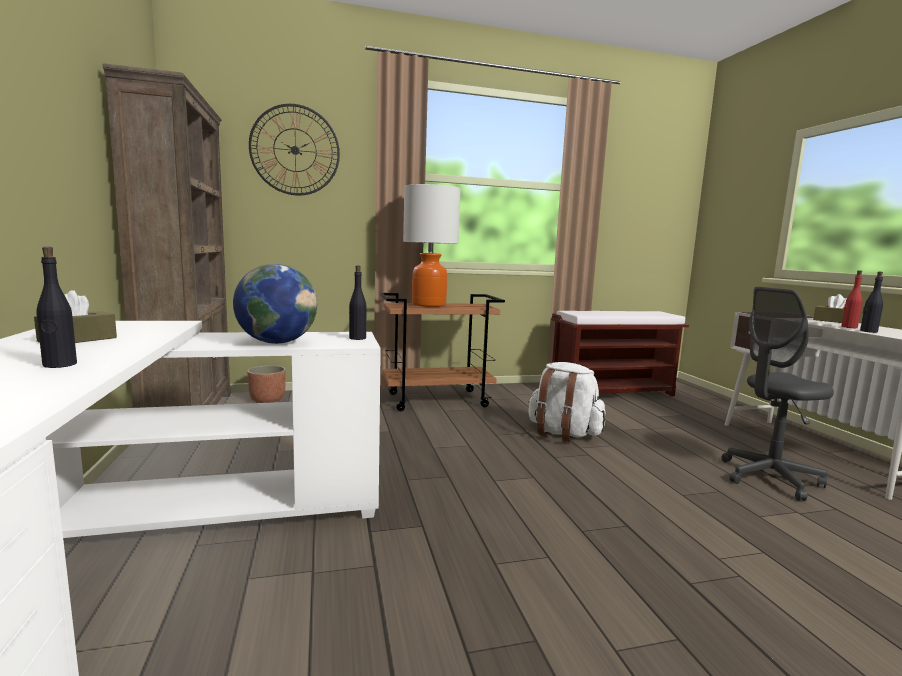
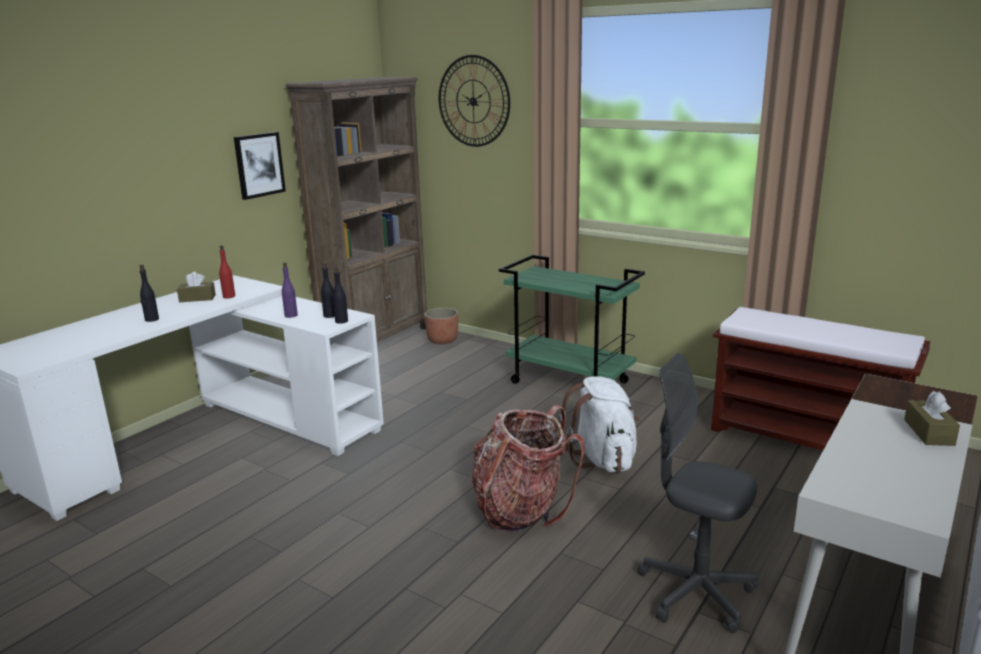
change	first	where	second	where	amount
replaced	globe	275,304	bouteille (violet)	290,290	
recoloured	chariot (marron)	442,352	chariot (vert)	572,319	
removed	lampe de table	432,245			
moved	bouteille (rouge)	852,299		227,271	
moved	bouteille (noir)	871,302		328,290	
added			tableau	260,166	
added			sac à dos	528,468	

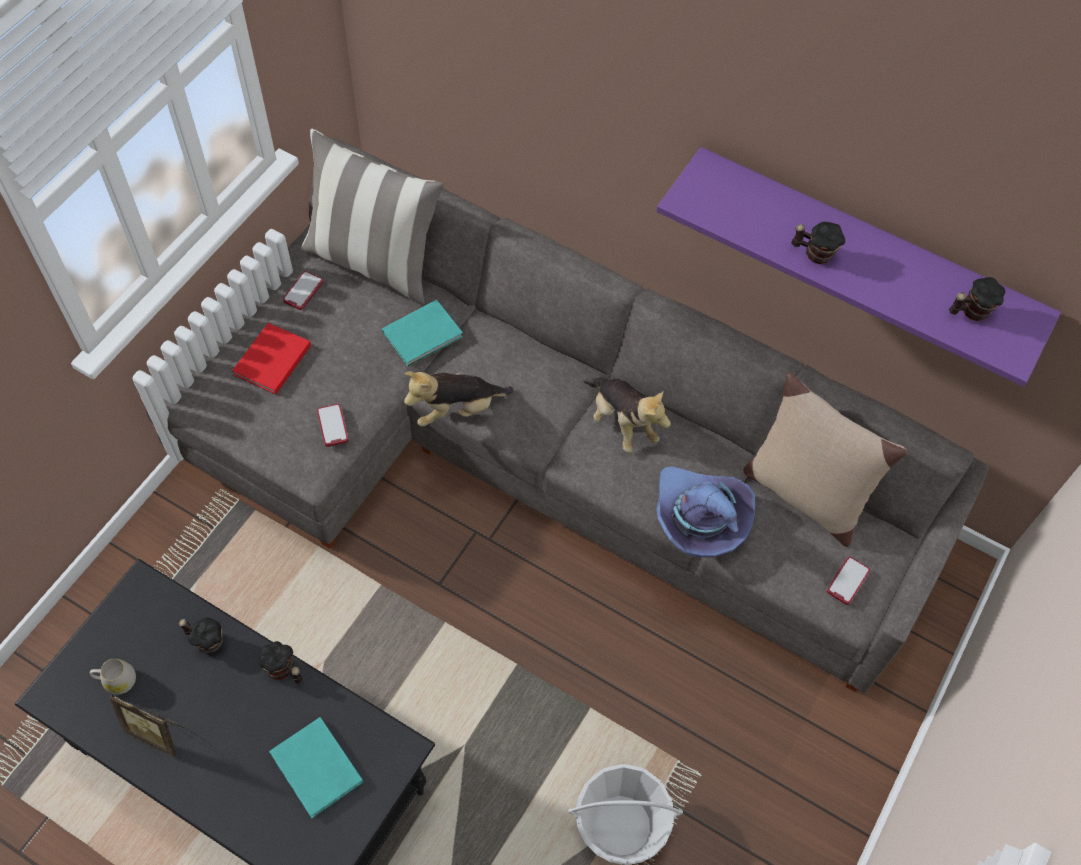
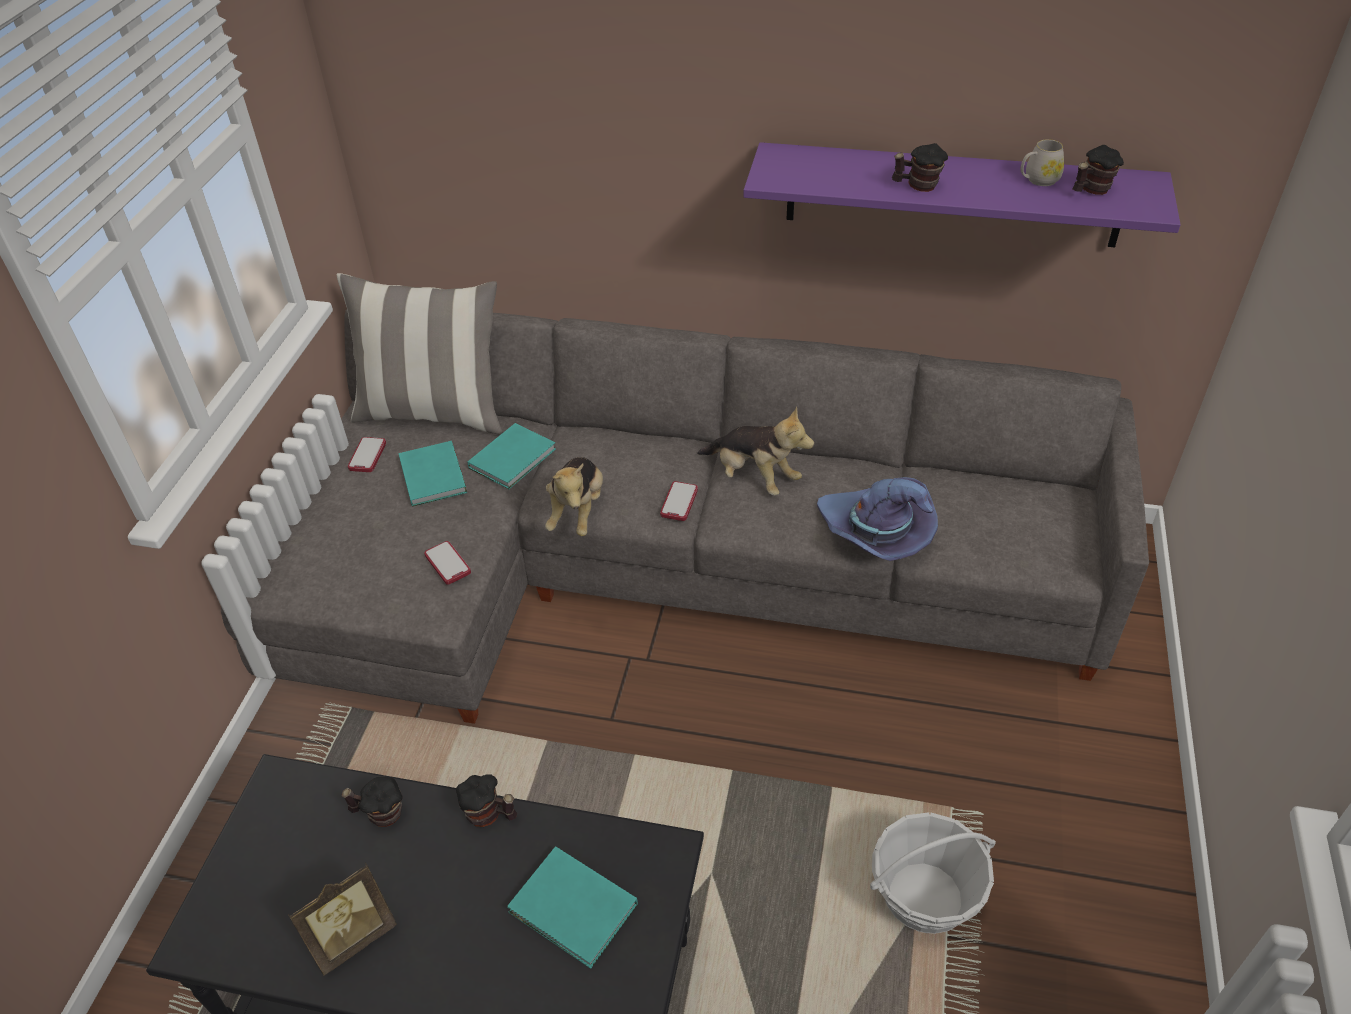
change	first	where	second	where	amount
moved	mug (blanc)	113,677		1042,162	
turned	cadre photo	147,725		342,919	45 degrees counterclockwise
removed	livre (rouge)	271,358			
turned	peluche	459,399		574,496	45 degrees counterclockwise
removed	coussin (beige)	825,459			
moved	téléphone	848,581		679,501	
added			livre (turquoise)	433,474	

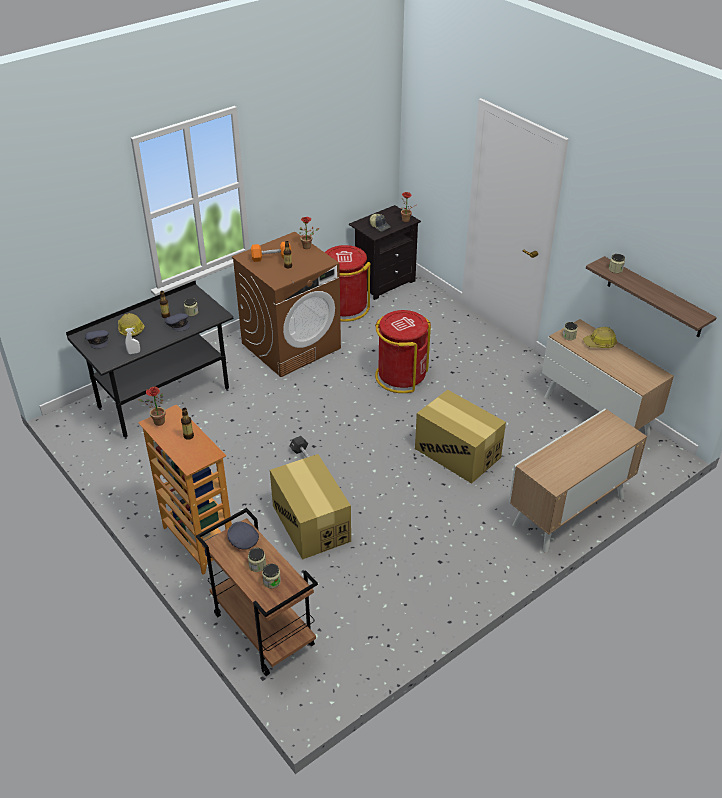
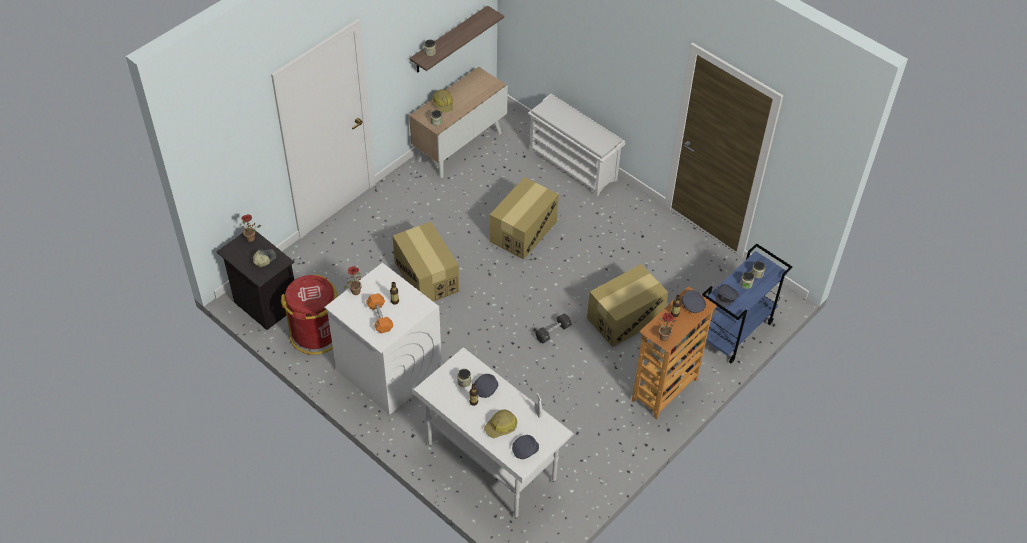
change	first	where	second	where	amount
recoloured	bureau (noir)	149,360	bureau (blanc)	493,432	
recoloured	chariot (marron)	257,592	chariot (bleu)	747,303	
recoloured	lave-linge (marron)	286,304	lave-linge (blanc)	383,339	
replaced	poubelle (rouge)	403,351	carton	426,262	
replaced	meuble de rangement	578,481	étagère à chaussures (blanc)	576,145	
added			casquette (gris)	693,301	

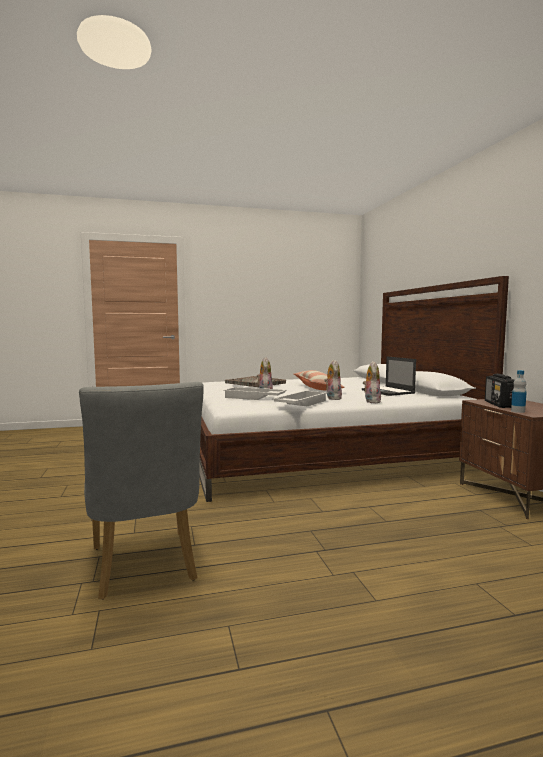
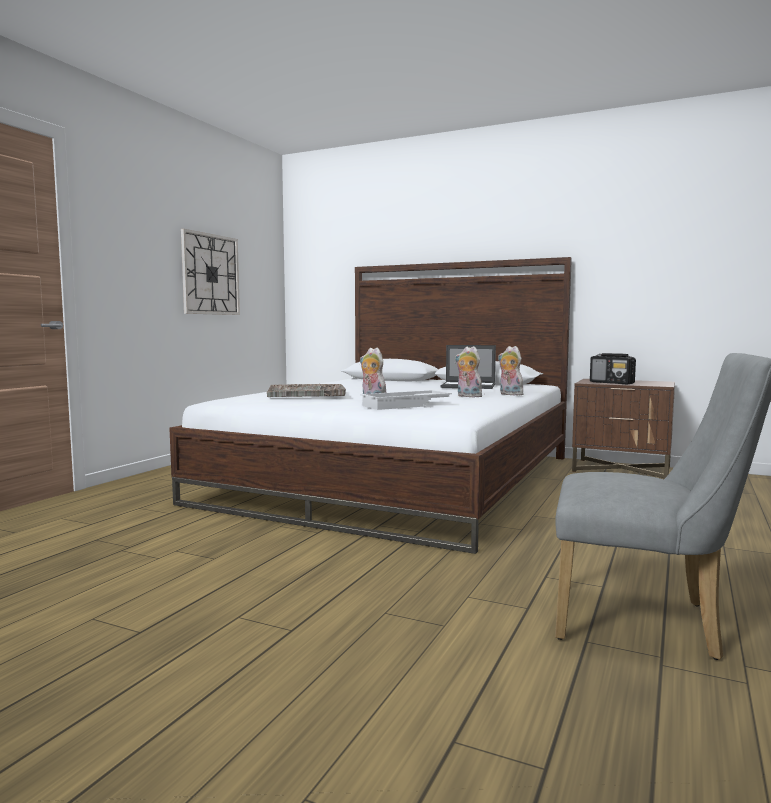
change	first	where	second	where	amount
removed	plateau (blanc)	299,398			
removed	coussin	319,380			
removed	bouteille	519,391			
added			horloge murale	210,272	

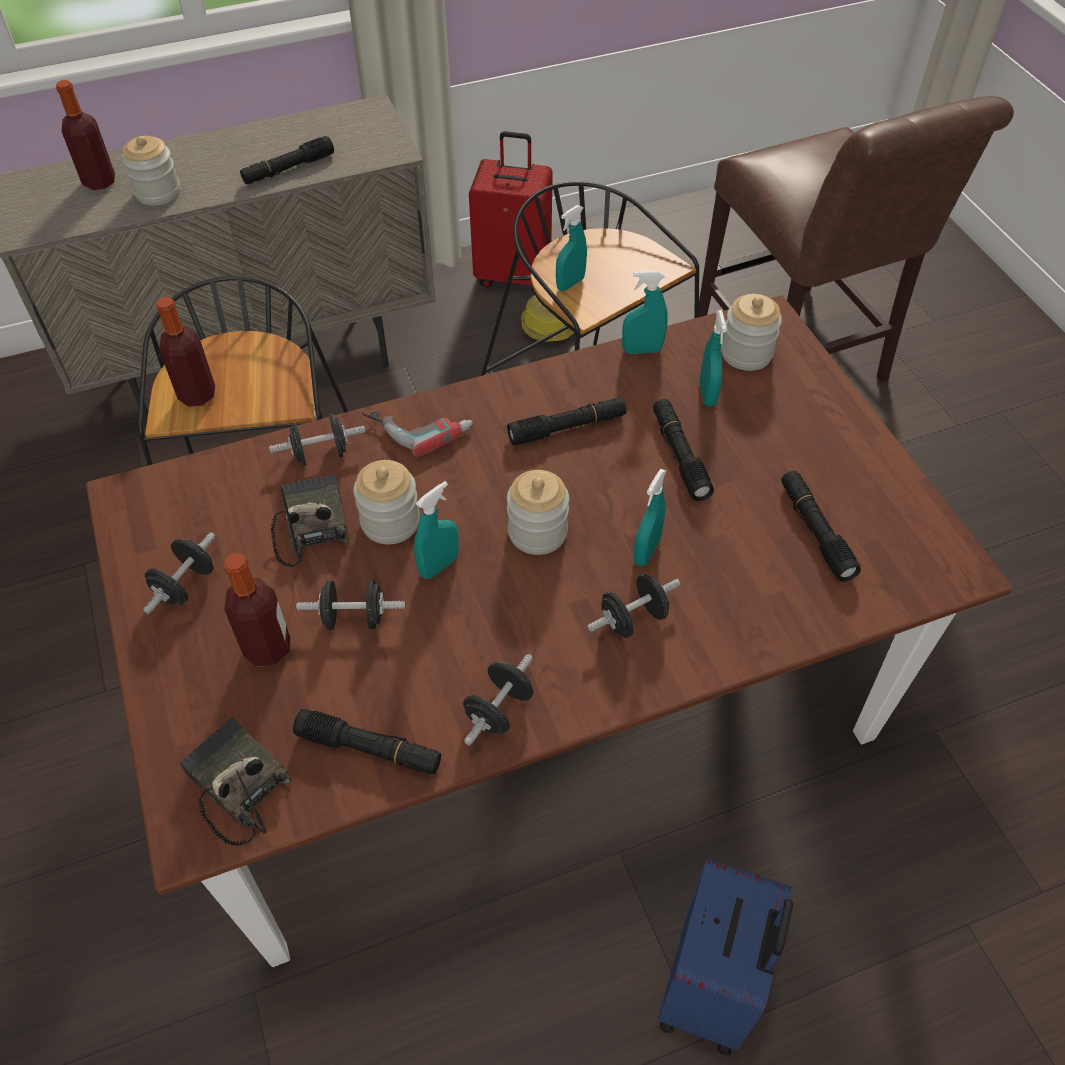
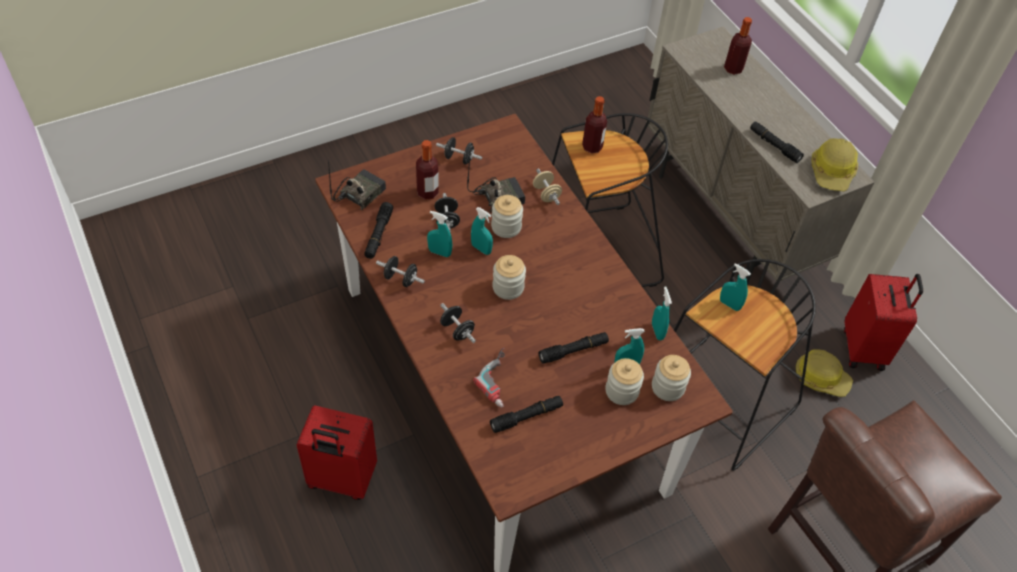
change	first	where	second	where	amount
moved	bocal	151,170		624,381	
recoloured	haltère (noir)	317,440	haltère (beige)	547,186	
moved	perceuse	417,434		489,378	
removed	lampe de poche (noir)	566,421			
moved	vaporisateur (turquoise)	649,517		439,234	
recoloured	valise (bleu)	725,956	valise (rouge)	336,452	
added			casque de chantier	835,164	

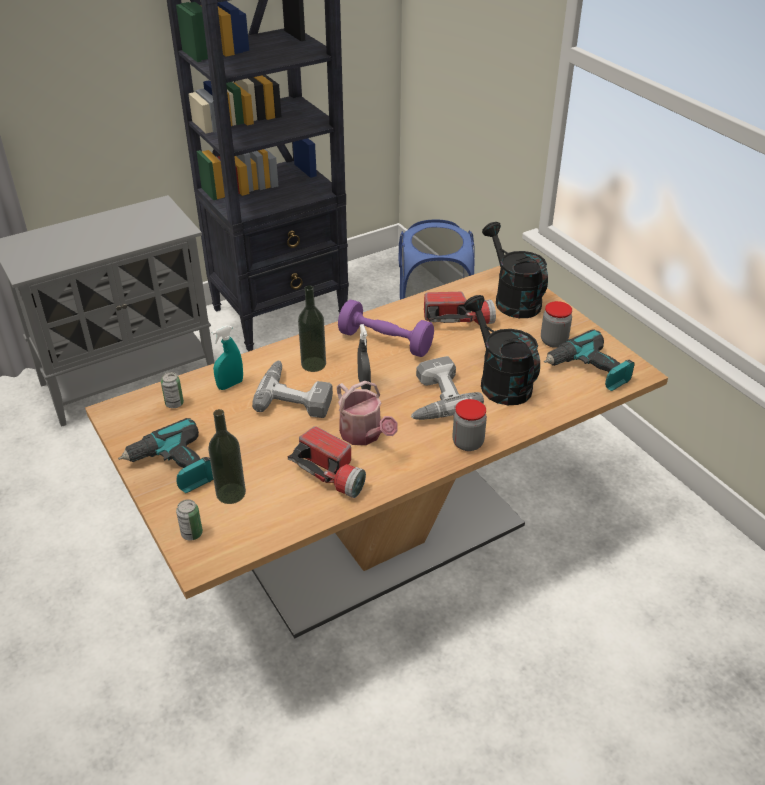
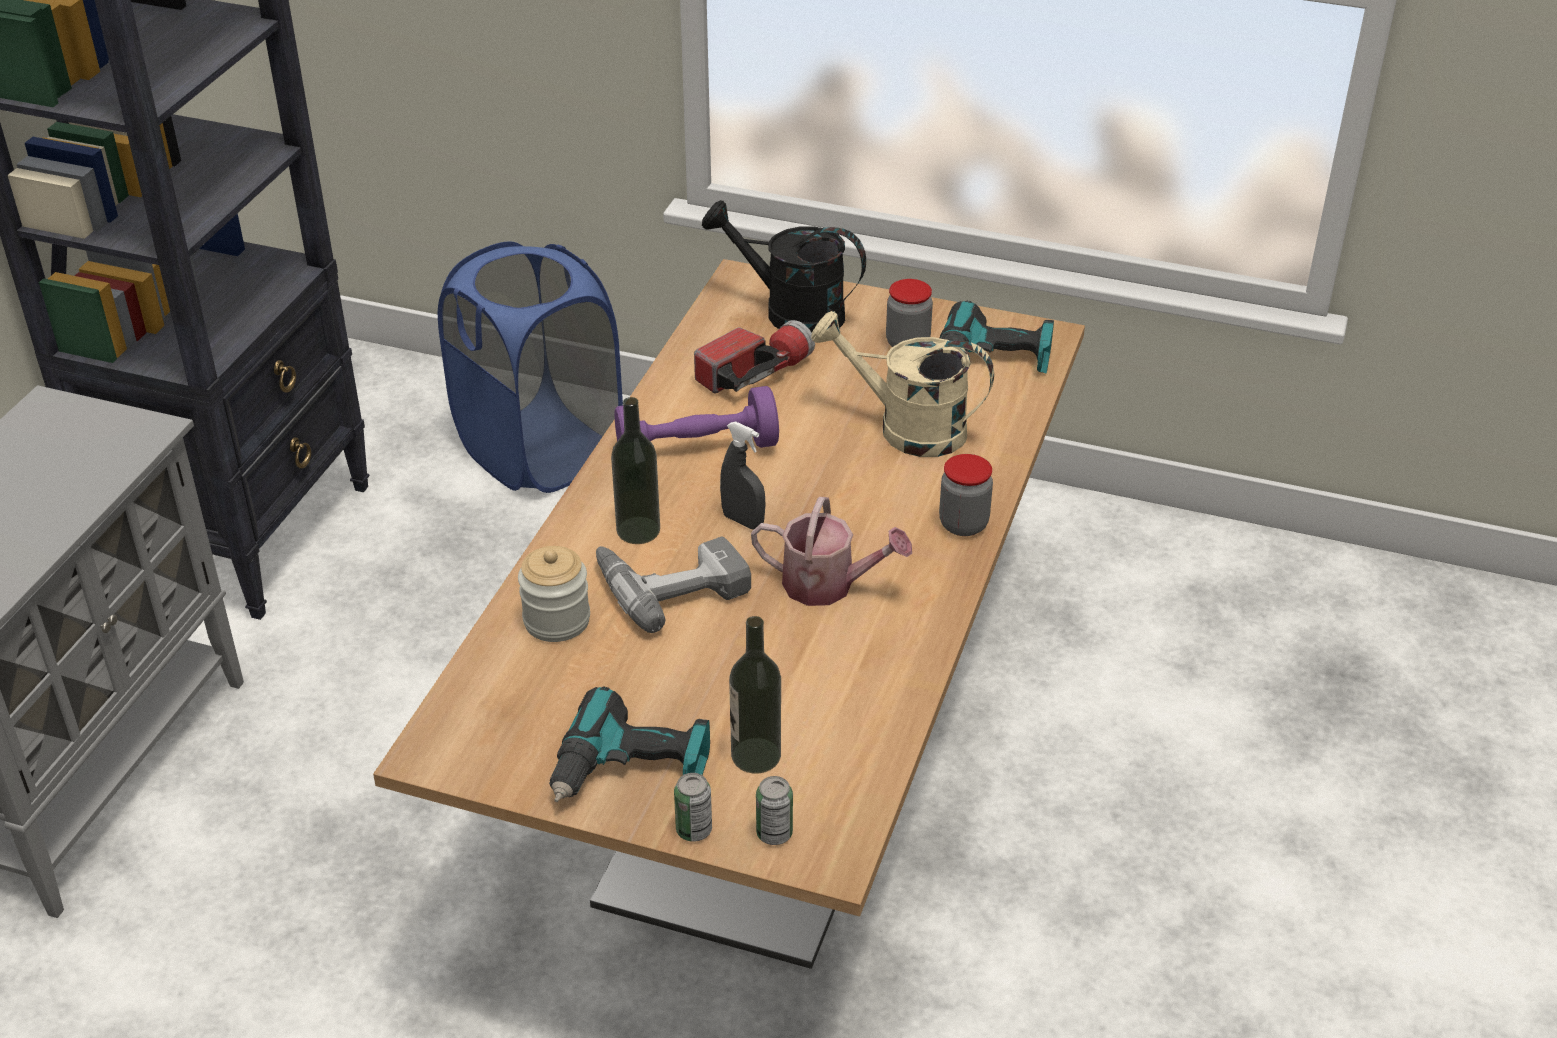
change	first	where	second	where	amount
moved	boîte métallique	172,390		693,807	
replaced	vaporisateur (turquoise)	227,357	bocal	554,594	
removed	lampe de poche	327,462			
removed	perceuse	447,388			
recoloured	arrosoir (noir)	502,350	arrosoir (beige)	902,384	

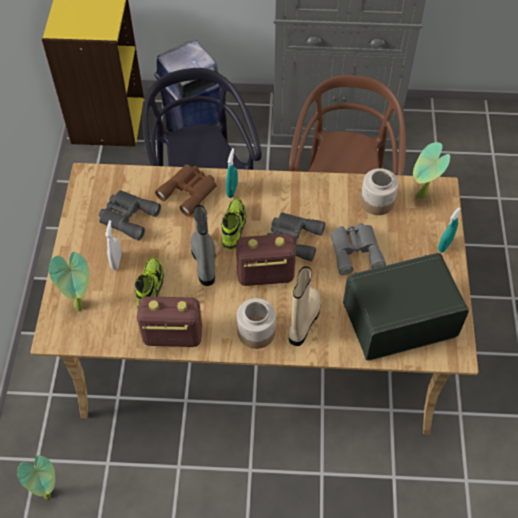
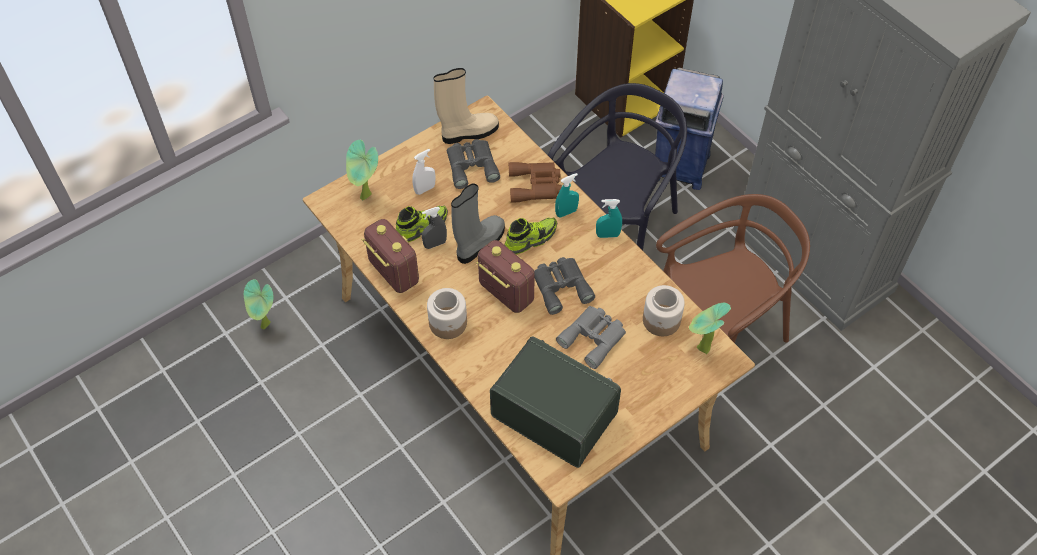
change	first	where	second	where	amount
moved	botte (beige)	304,306		466,106	
moved	vaporisateur (turquoise)	449,230		609,218	
added			vaporisateur (gris)	434,228	

